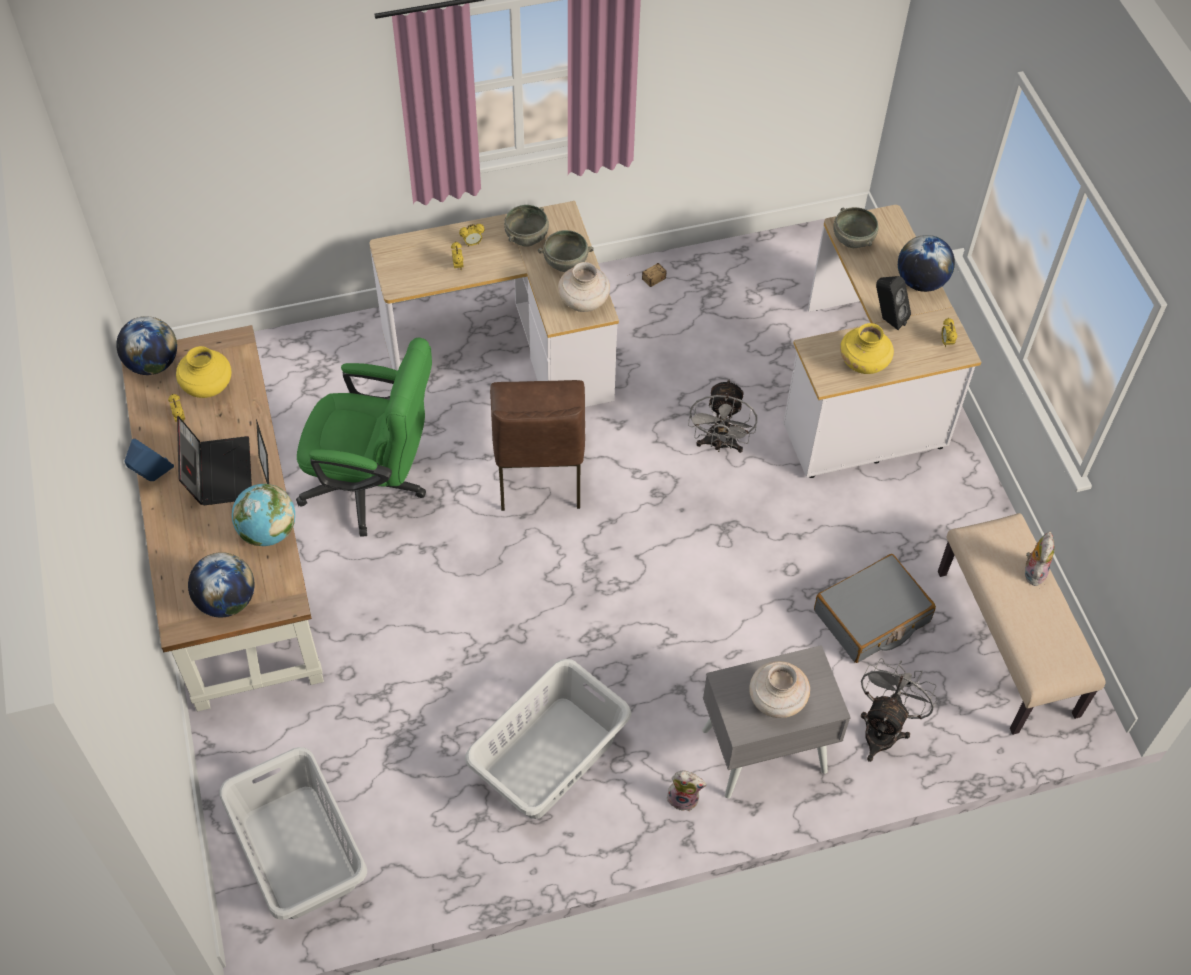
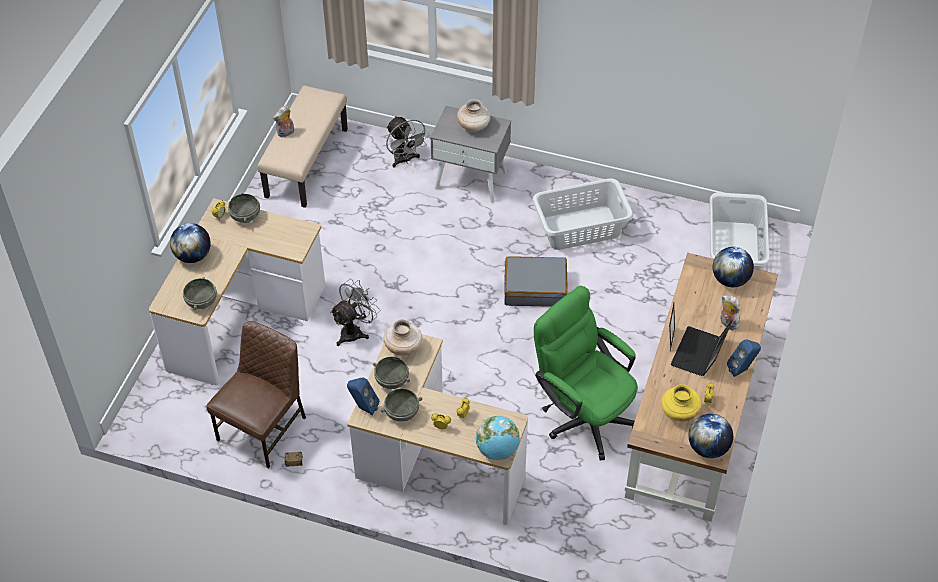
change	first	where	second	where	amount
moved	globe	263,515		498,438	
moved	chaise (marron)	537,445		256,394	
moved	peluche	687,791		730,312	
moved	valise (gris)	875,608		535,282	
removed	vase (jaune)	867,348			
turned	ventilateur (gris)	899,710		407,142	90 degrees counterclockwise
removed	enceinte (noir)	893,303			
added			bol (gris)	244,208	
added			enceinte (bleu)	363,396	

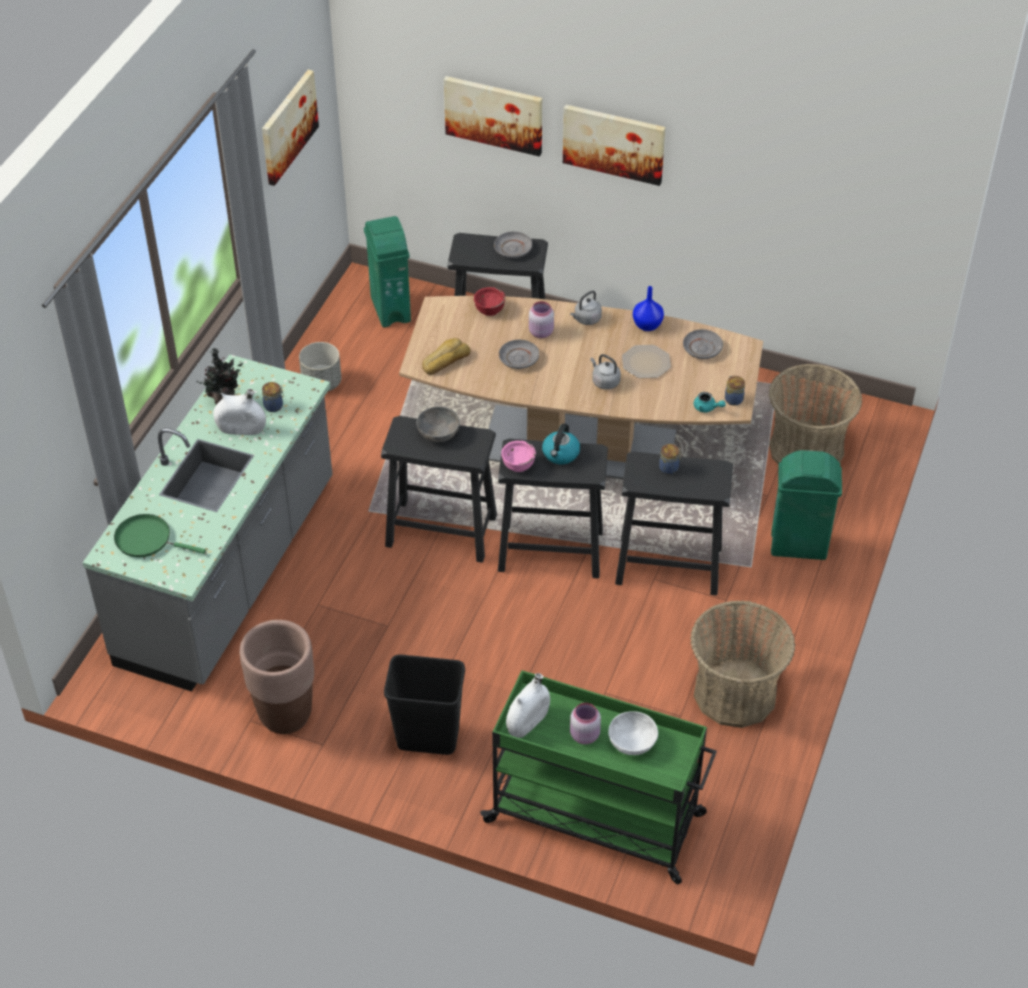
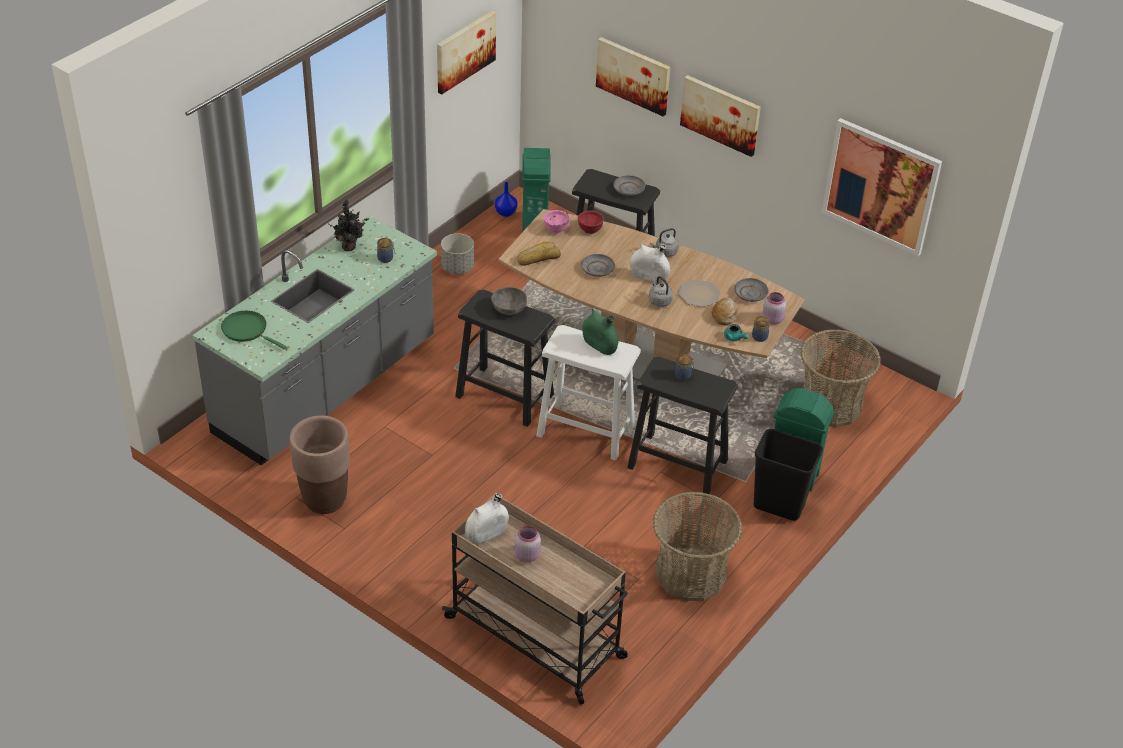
change	first	where	second	where	amount
moved	vase (blanc)	239,412		650,263	
moved	poubelle (noir)	424,705		788,475	
recoloured	chariot (vert)	598,777	chariot (beige)	535,599	
recoloured	tabouret (noir)	553,508	tabouret (blanc)	588,392	
moved	bol (rose)	518,456		557,221	
moved	bocal (rose)	541,319		774,308	
replaced	bouilloire	561,443	vase (vert)	600,332	
removed	bol (blanc)	633,733			
moved	vase (bleu)	648,308		506,199	
added			pain	725,311	
added			tableau	882,187	

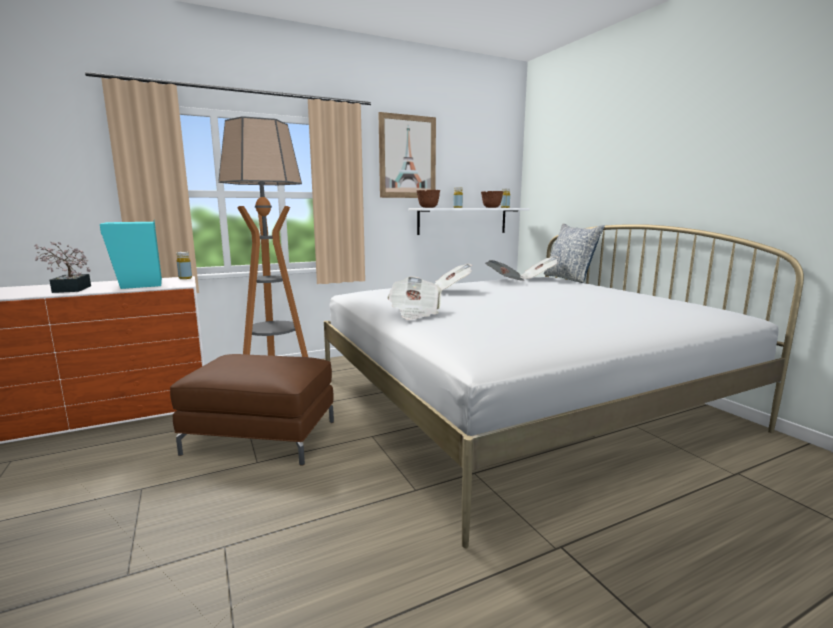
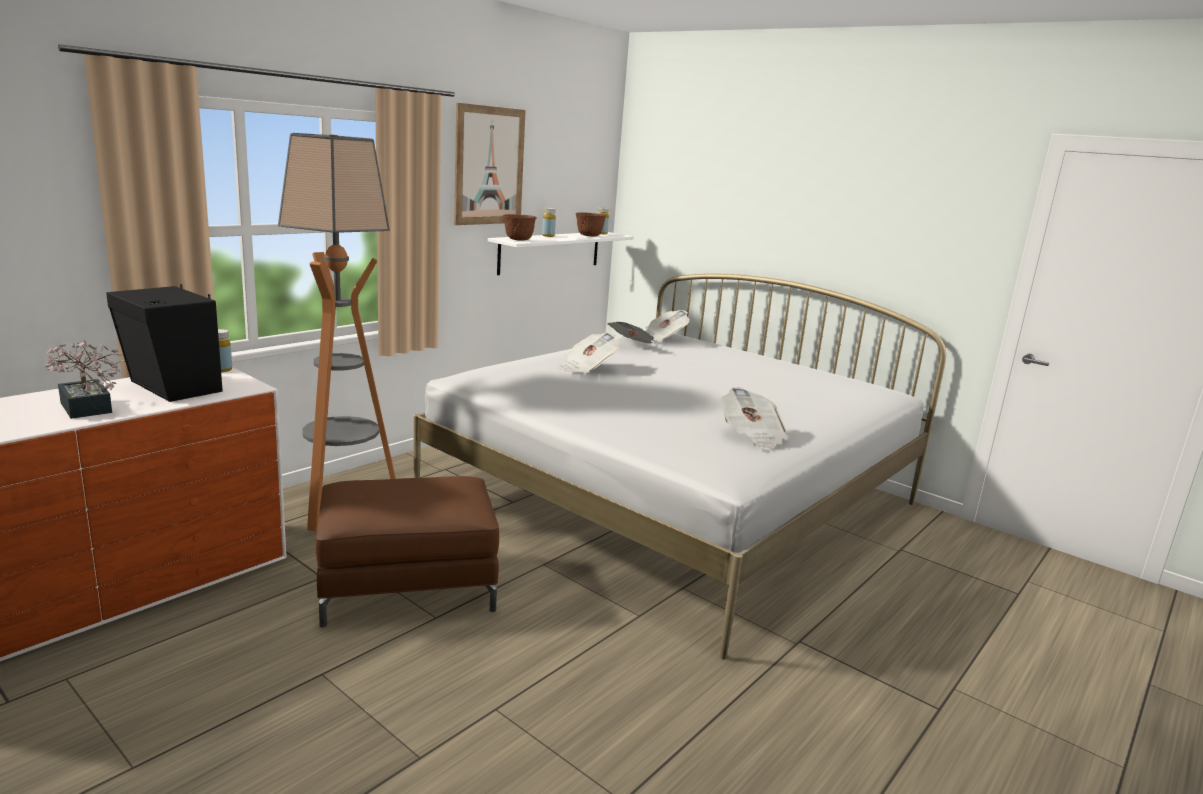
change	first	where	second	where	amount
recoloured	enceinte (turquoise)	131,254	enceinte (noir)	164,343	
moved	journal	414,298		755,418	
removed	coussin	574,253			

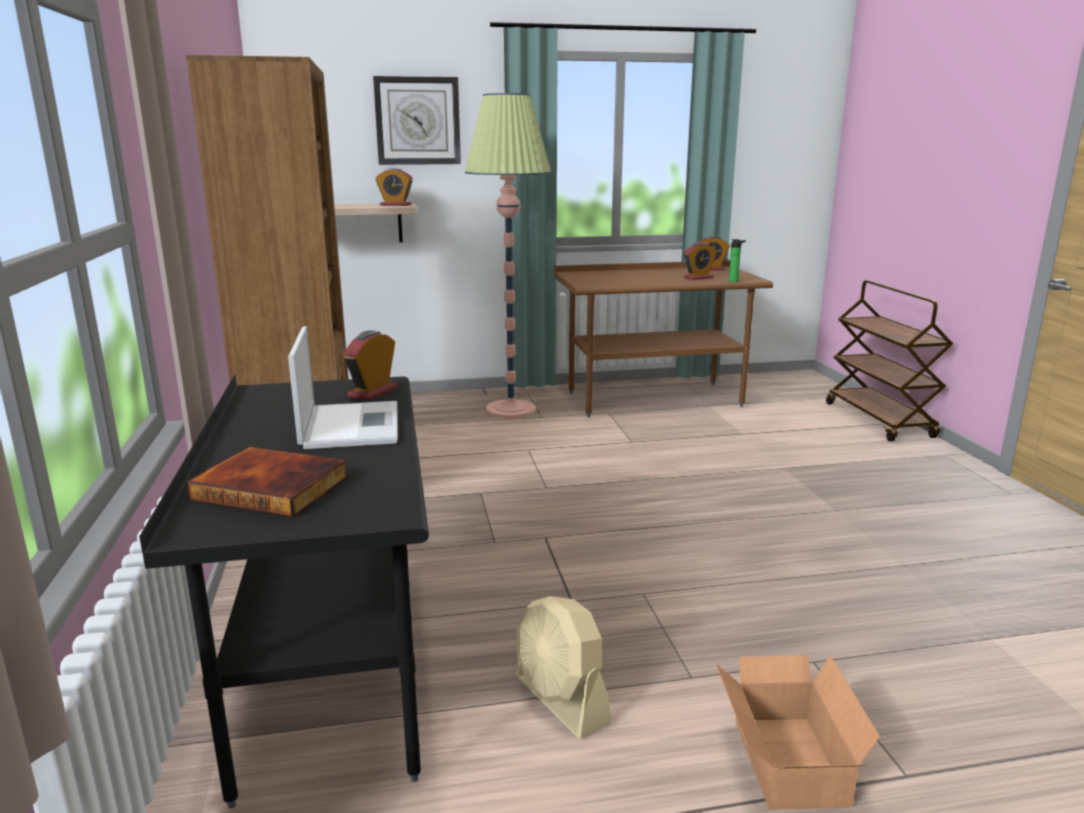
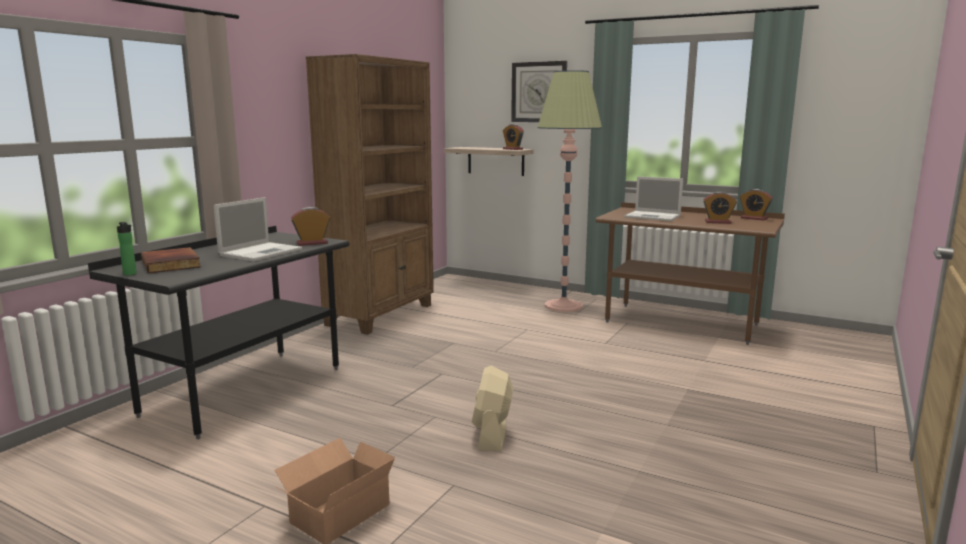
change	first	where	second	where	amount
moved	ventilateur (beige)	563,667		492,408	
moved	bouteille	737,260		127,249	
removed	chariot (marron)	889,360			
added			ordinateur portable	653,198	

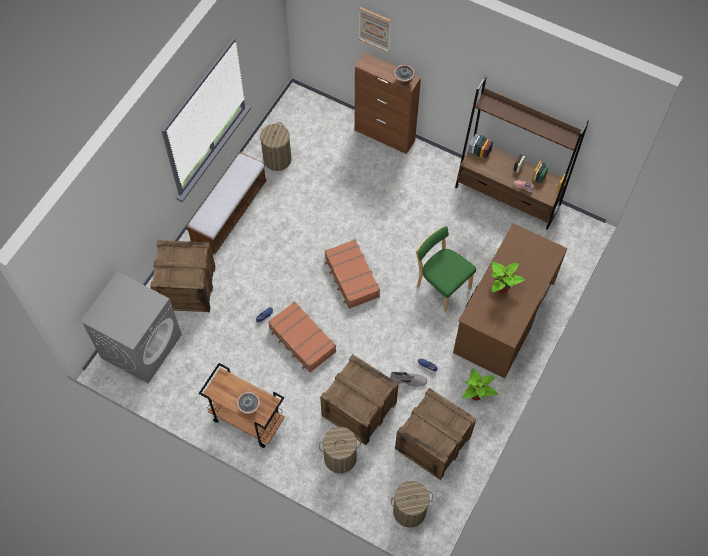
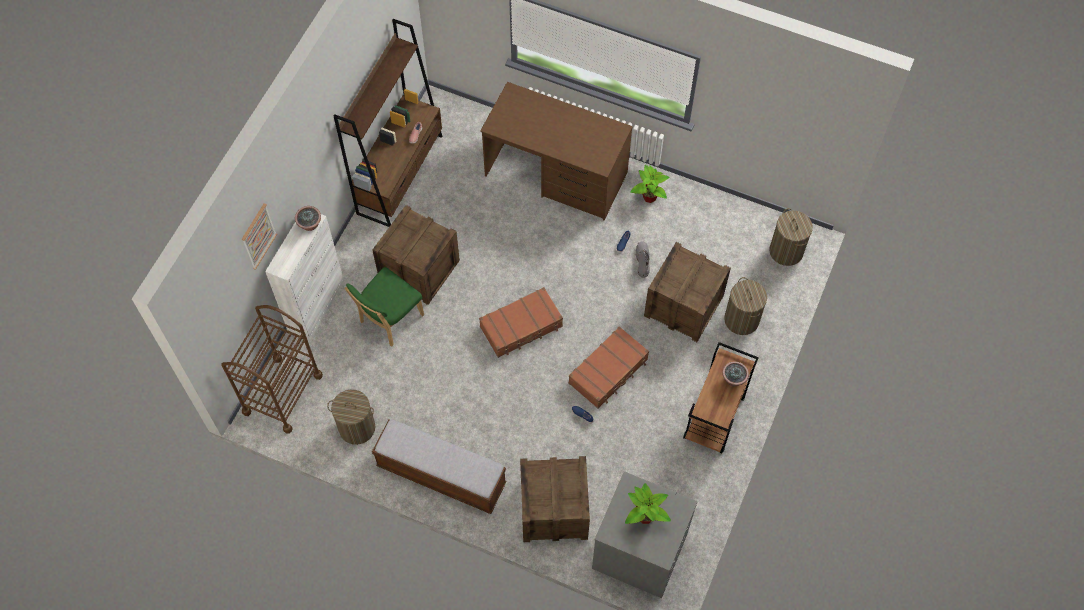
change	first	where	second	where	amount
recoloured	meuble de rangement (marron)	388,103	meuble de rangement (blanc)	304,278	
moved	caisse	435,434		416,255	
moved	chaise (vert)	446,269		384,307	
moved	plante en pot	508,277		648,503	
added			chariot (marron)	272,369	

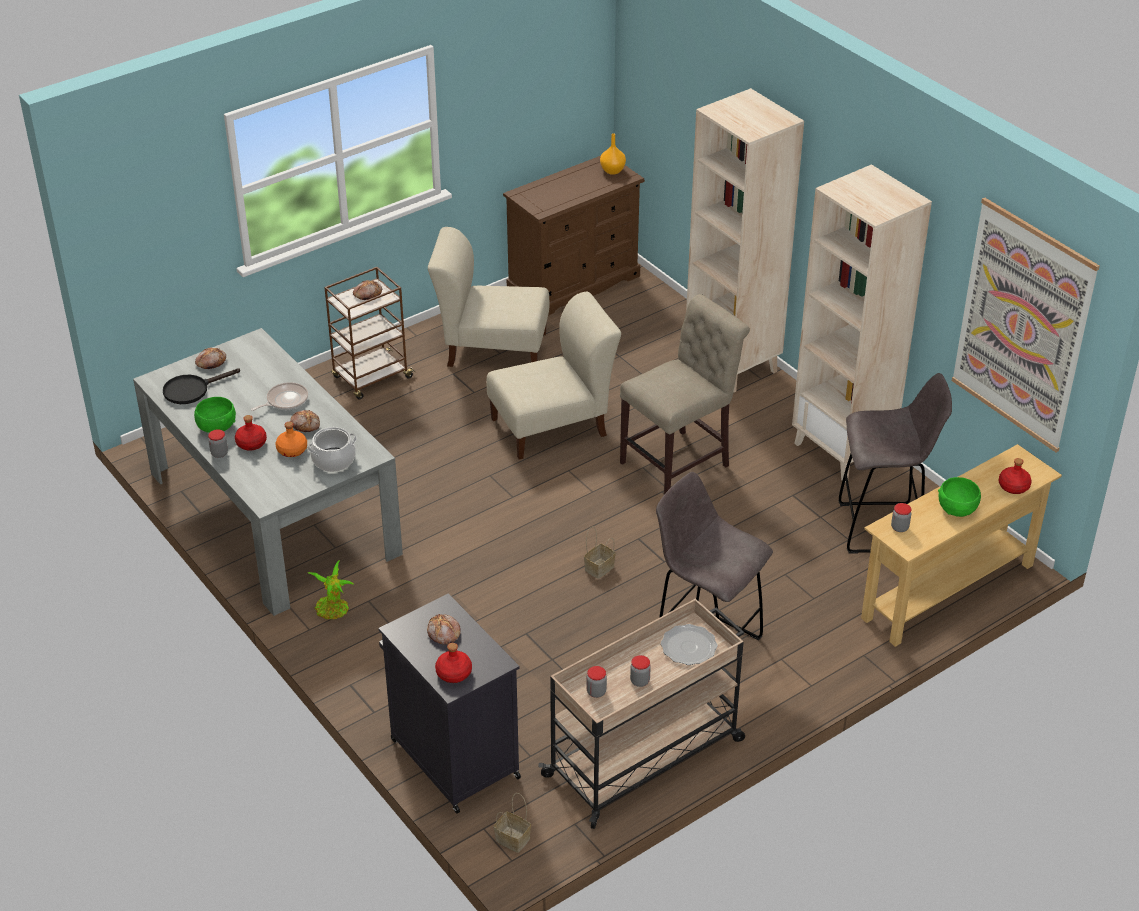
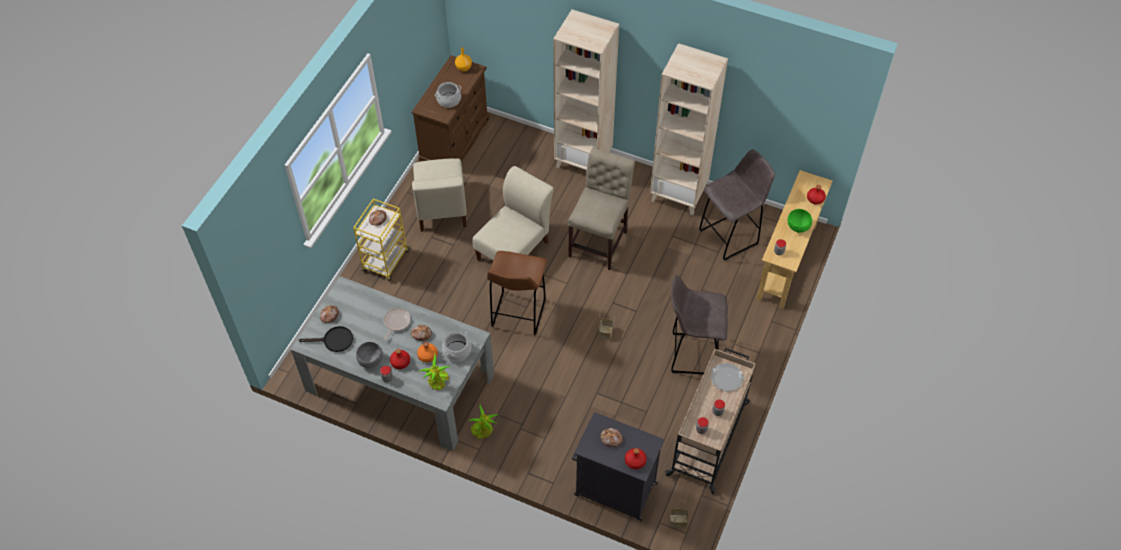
change	first	where	second	where	amount
turned	poêle (noir)	201,386		326,339	120 degrees counterclockwise
recoloured	bol (vert)	215,415	bol (gris)	369,355	
recoloured	chariot (marron)	370,333	chariot (jaune)	381,240	
turned	chaise (beige)	488,297		439,195	75 degrees counterclockwise
removed	tableau	1026,324			
added			plante en pot	433,371	
added			marmite	448,95	
added			tabouret (marron)	517,293	

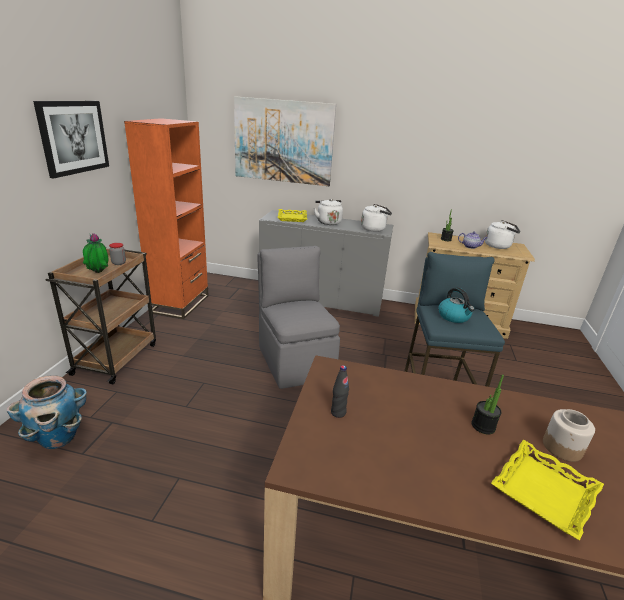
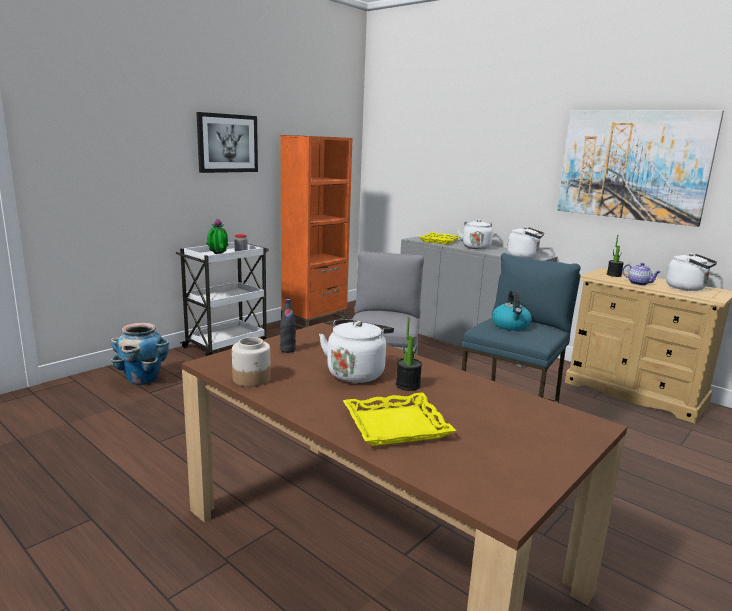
change	first	where	second	where	amount
recoloured	chariot (marron)	100,316	chariot (blanc)	222,299	
moved	tableau	285,141		640,168	
moved	bocal	569,435		251,362	
added			bouilloire (blanc)	356,351	

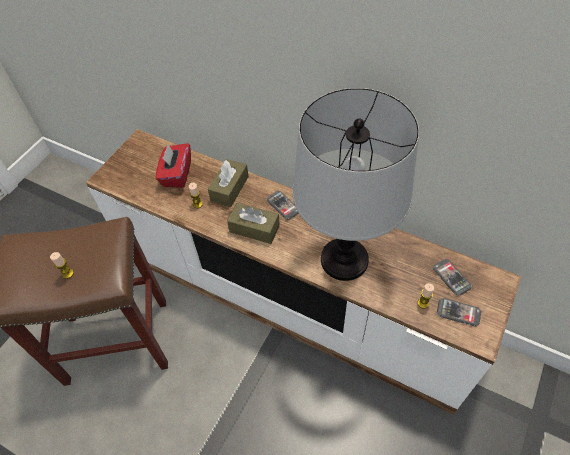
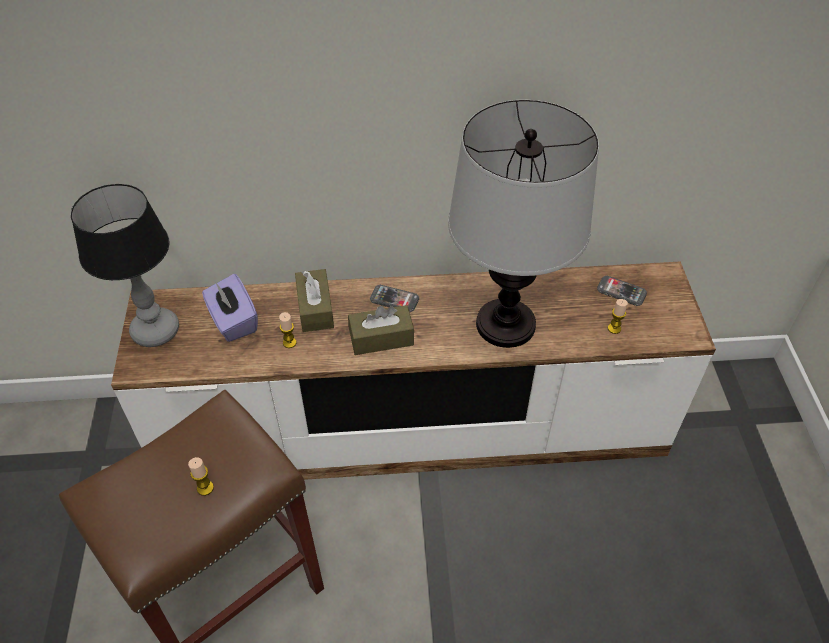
change	first	where	second	where	amount
recoloured	boîte à mouchoirs (rouge)	173,165	boîte à mouchoirs (violet)	230,308	
removed	téléphone	459,312			
added			lampe de table	125,265	

